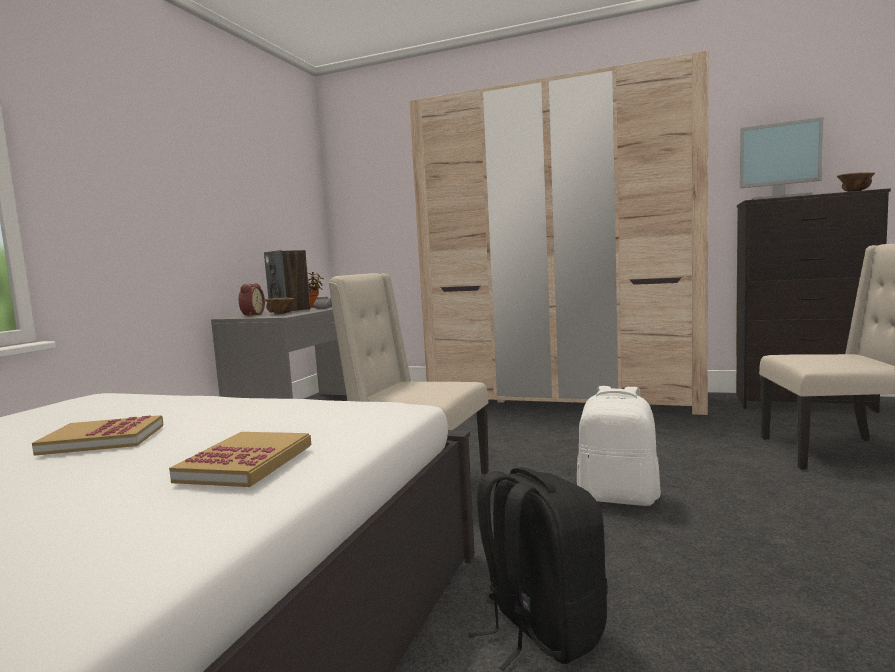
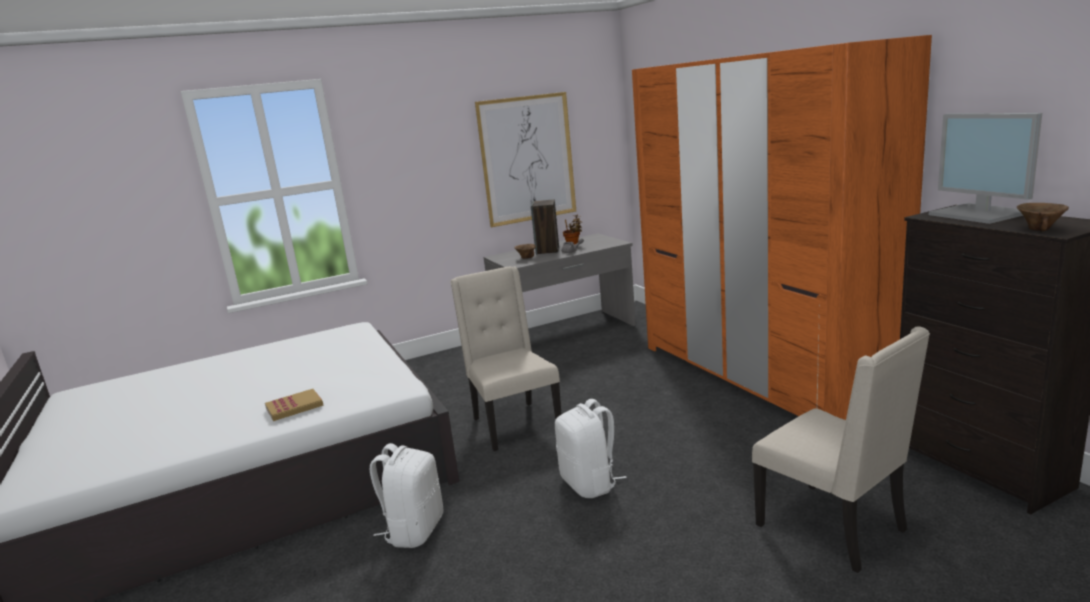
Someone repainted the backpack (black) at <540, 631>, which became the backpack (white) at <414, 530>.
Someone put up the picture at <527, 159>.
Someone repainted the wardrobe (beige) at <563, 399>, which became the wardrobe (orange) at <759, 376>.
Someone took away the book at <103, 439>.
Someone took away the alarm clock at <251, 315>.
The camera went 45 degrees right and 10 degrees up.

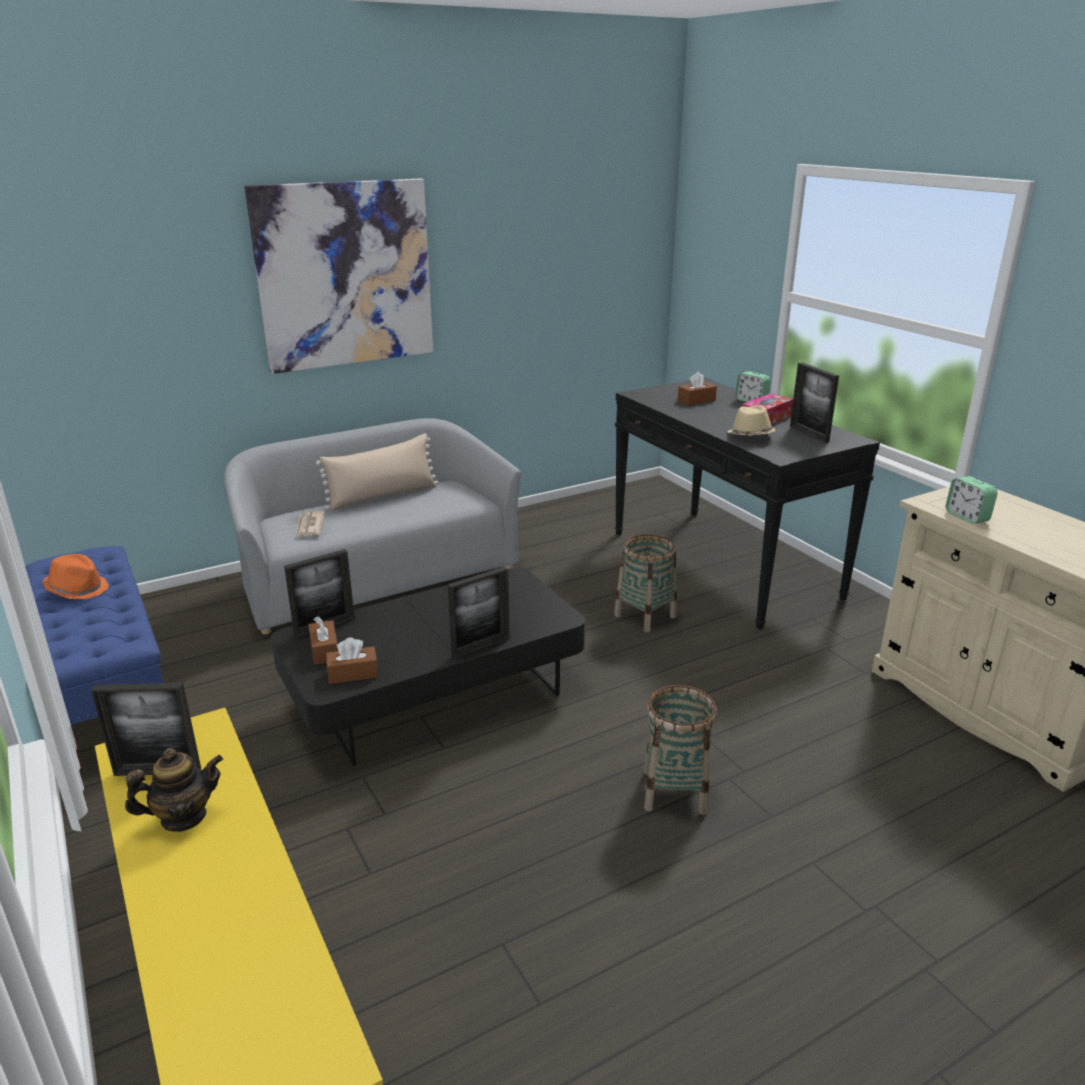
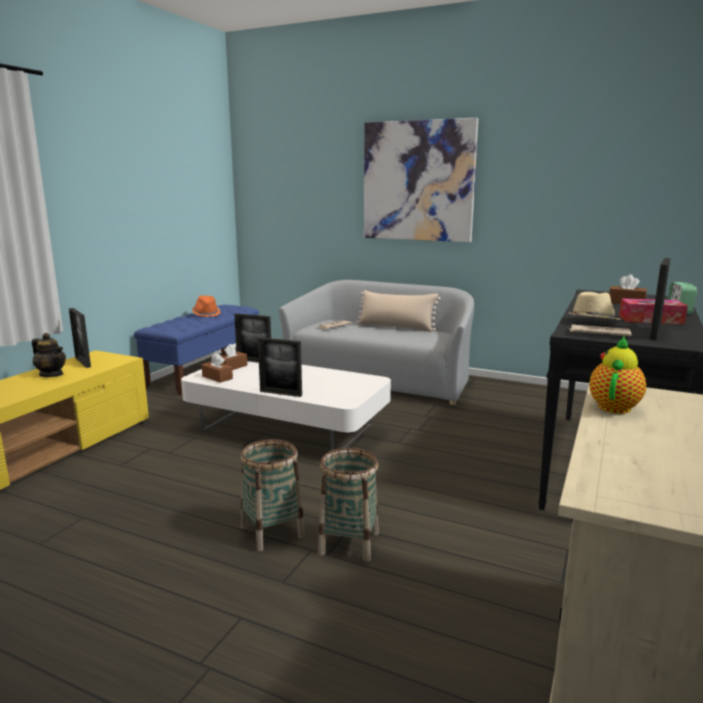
Someone repainted the coffee table (black) at <434, 694>, which became the coffee table (white) at <287, 429>.
Someone carried the basket from <645, 616> to <349, 543>.
Someone put down the newspaper at <598, 333>.
Someone swapped the alarm clock at <967, 517> for the teapot at <615, 406>.
The camera went 55 degrees right and 10 degrees down.

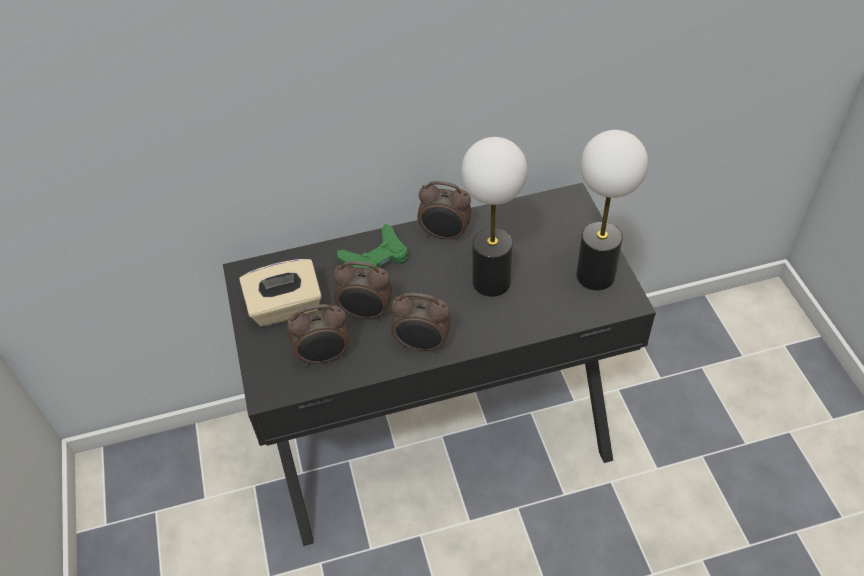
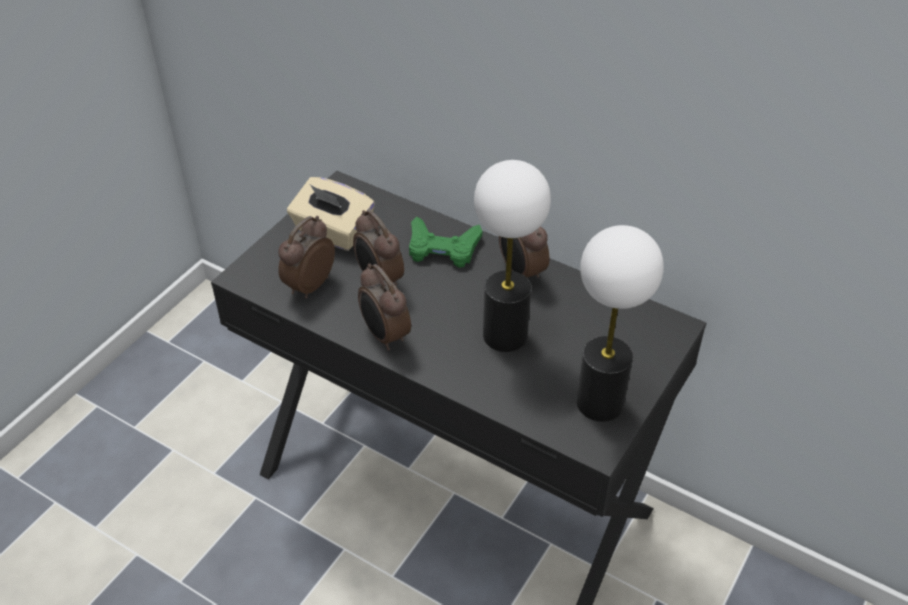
Someone rotated the alarm clock at <324, 357> by 90 degrees clockwise.
The camera went 45 degrees right and 5 degrees down.

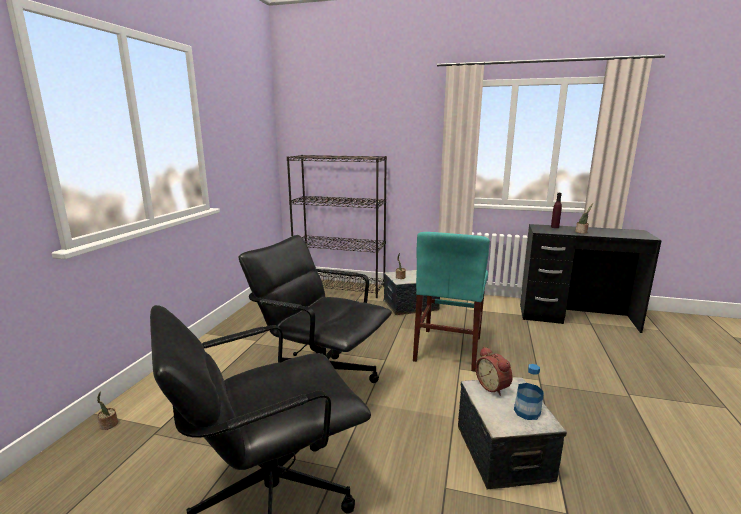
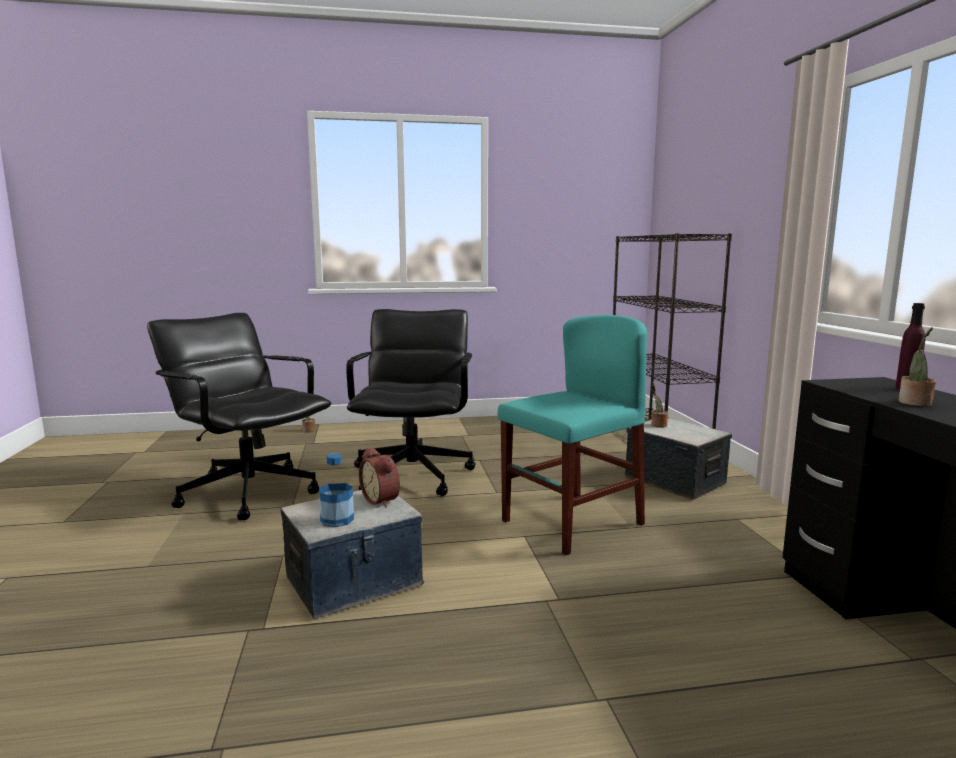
Someone rotated the alarm clock at <493, 387> by 75 degrees counterclockwise.
Someone rotated the chair (turquoise) at <448, 349> by 150 degrees clockwise.
The camera went 65 degrees right and 5 degrees down.

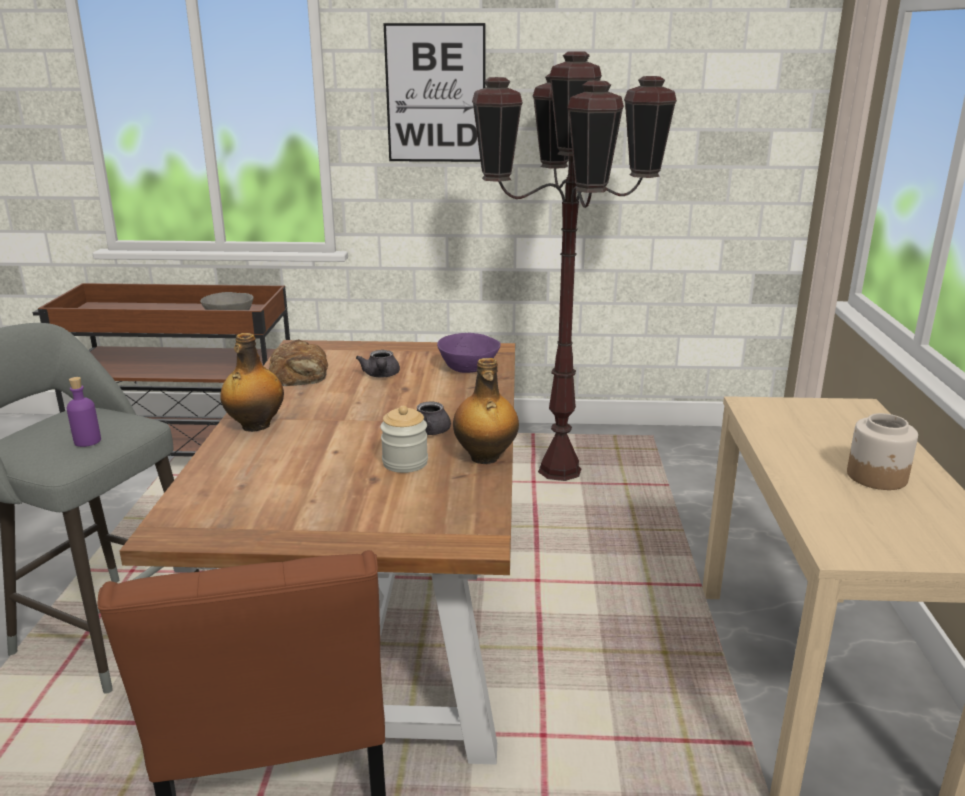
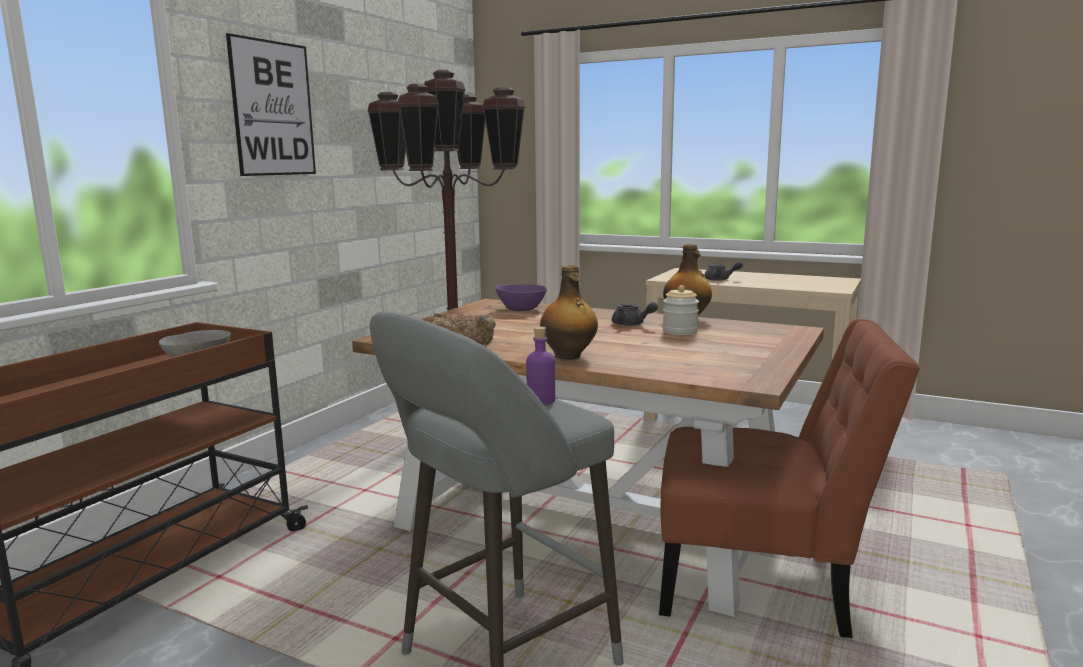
Someone carried the teapot (grey) from <381, 375> to <720, 280>.
Someone took away the jar at <877, 477>.
The camera went 65 degrees left and 10 degrees down.

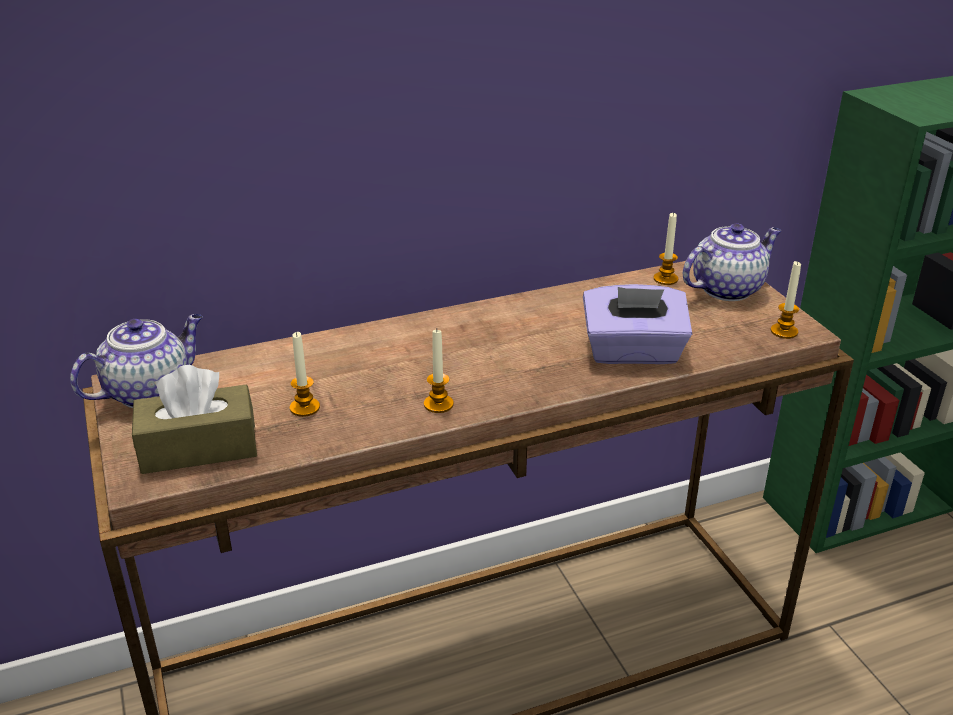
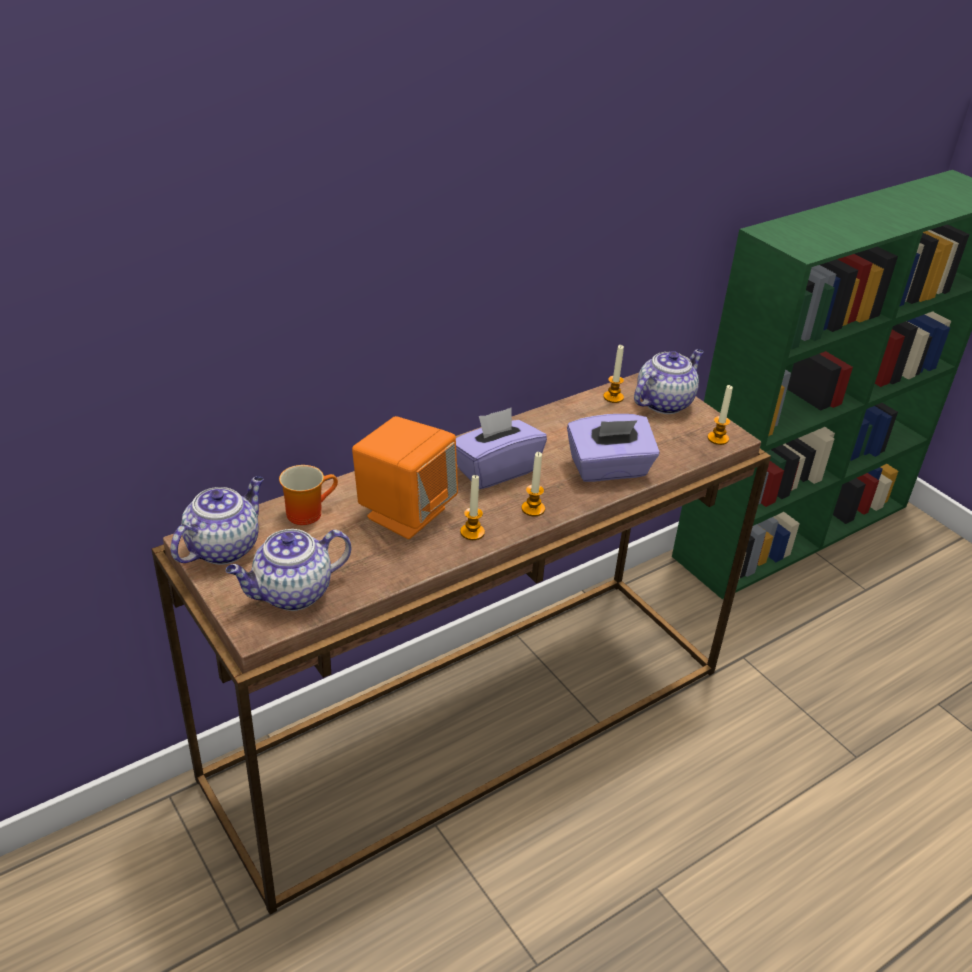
Someone swapped the tissue box (brown) at <198, 448> for the teapot at <292, 594>.
Someone put down the mug at <307, 511>.
Someone put down the speaker (orange) at <405, 512>.
Someone put down the tissue box (purple) at <495, 470>.
Someone carried the candle from <304, 408> to <533, 509>.
The camera went 15 degrees left and 5 degrees up.

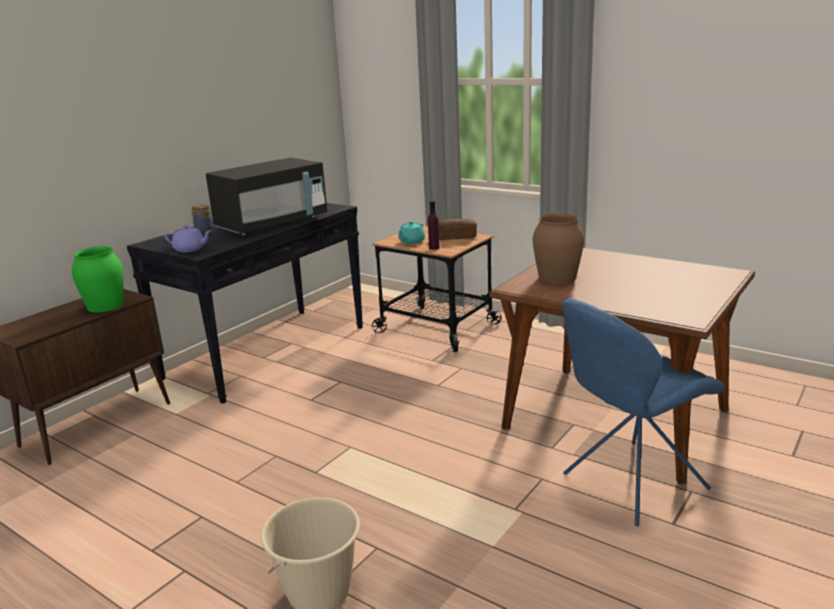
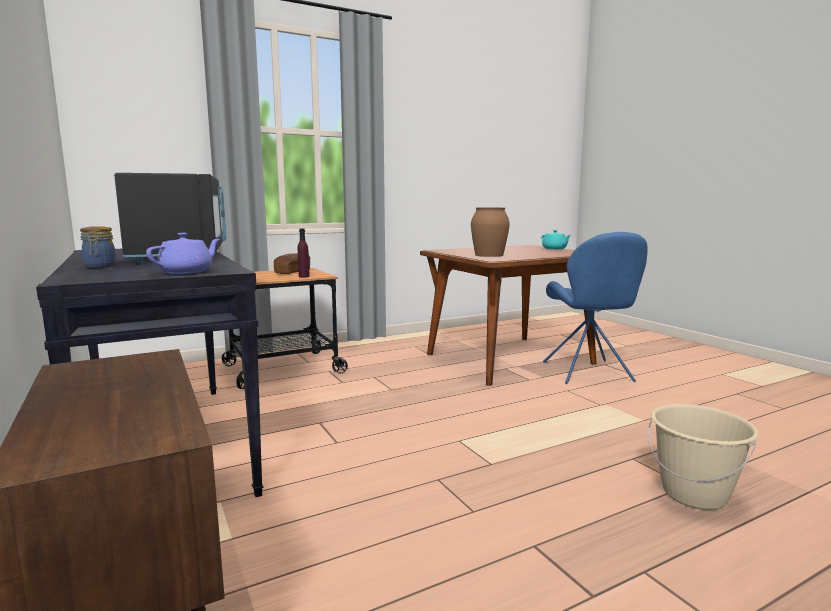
Someone carried the teapot (turquoise) from <411, 241> to <555, 249>.
Someone took away the vase (green) at <106, 305>.
The camera went 65 degrees left and 10 degrees down.

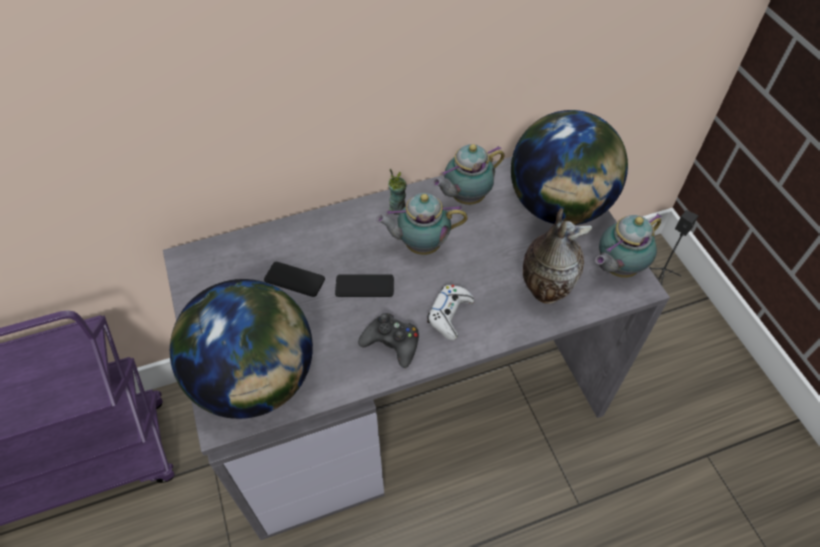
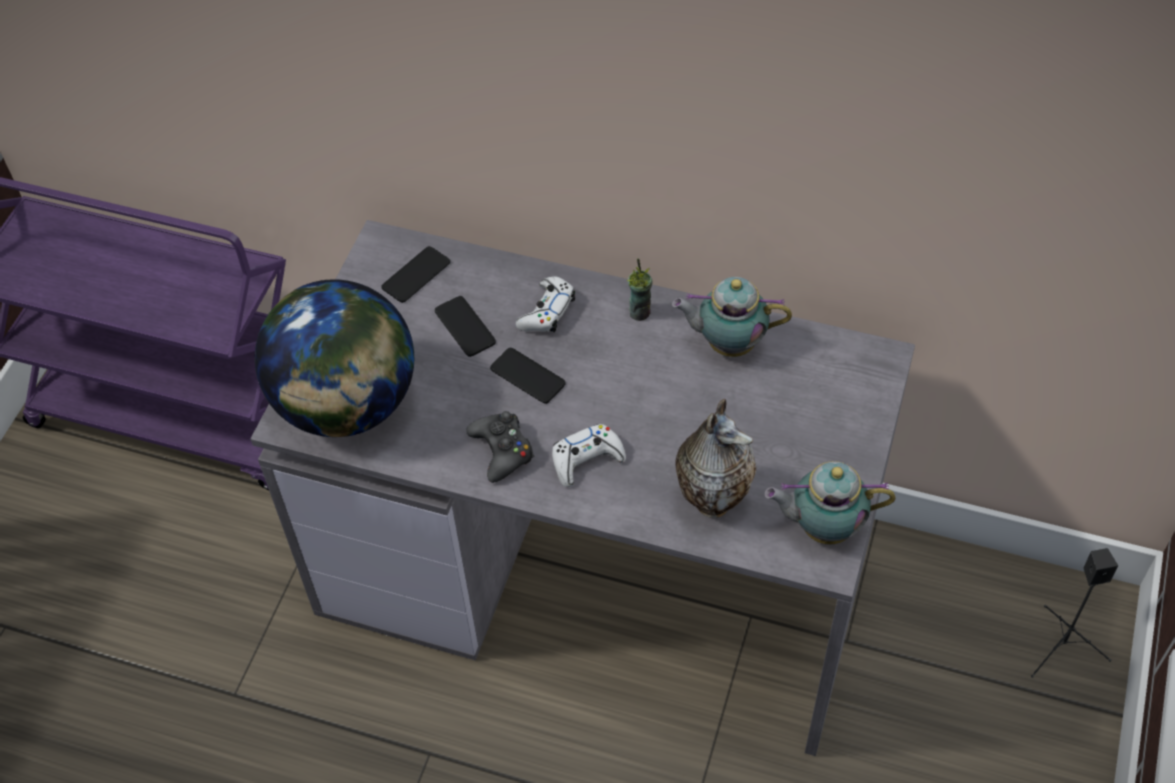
Someone put down the phone at <416, 275>.
Someone put down the game controller (white) at <547, 311>.
Someone took away the teapot at <420, 245>.
Someone took away the globe at <558, 206>.
The camera went 40 degrees right and 0 degrees up.

